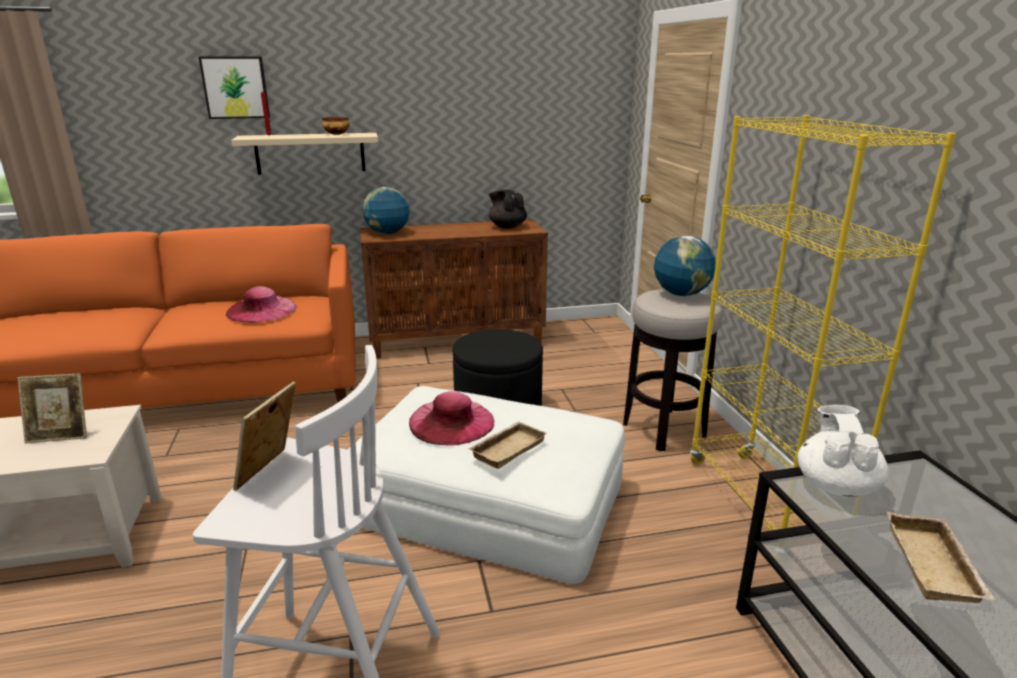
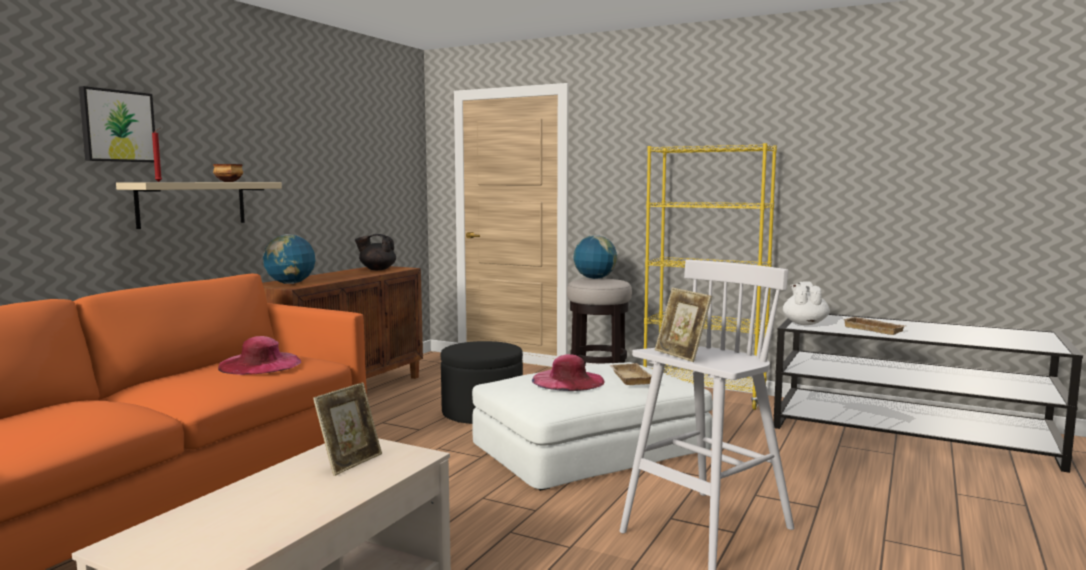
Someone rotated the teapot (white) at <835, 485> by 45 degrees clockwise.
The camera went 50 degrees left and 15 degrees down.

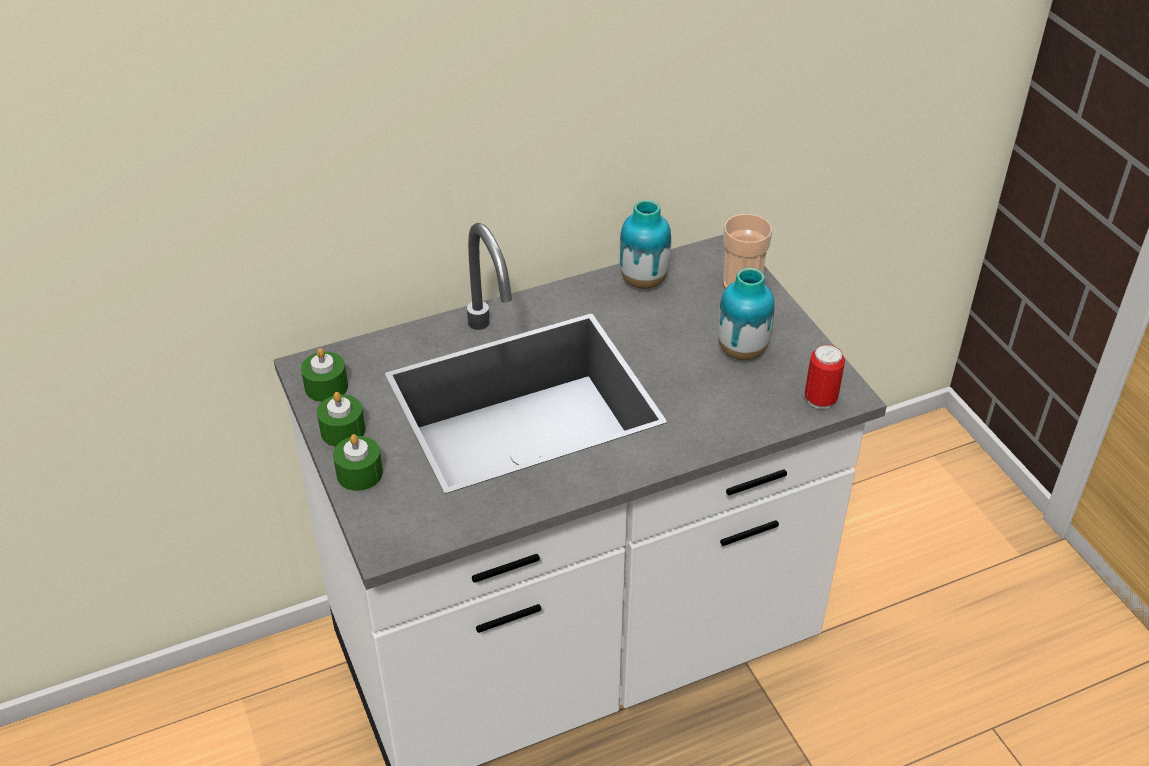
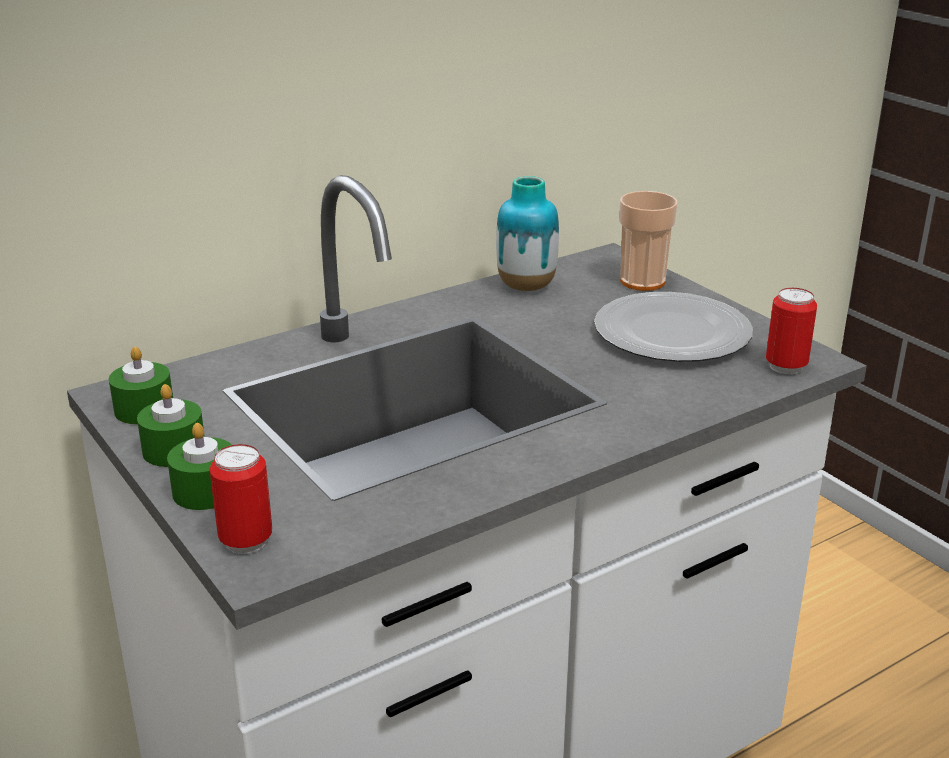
Someone put down the can at <246, 541>.
Someone swapped the vase at <742, 351> for the plate at <670, 333>.
The camera went 10 degrees left and 15 degrees down.

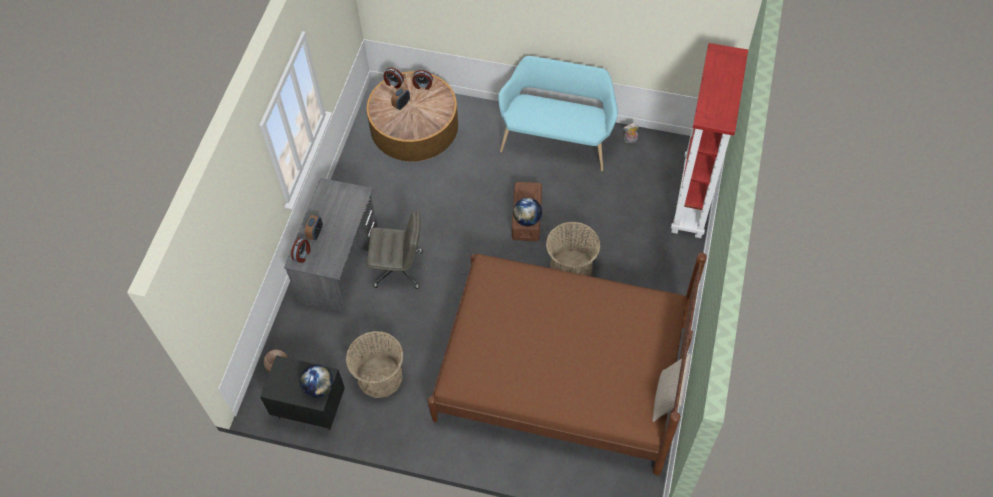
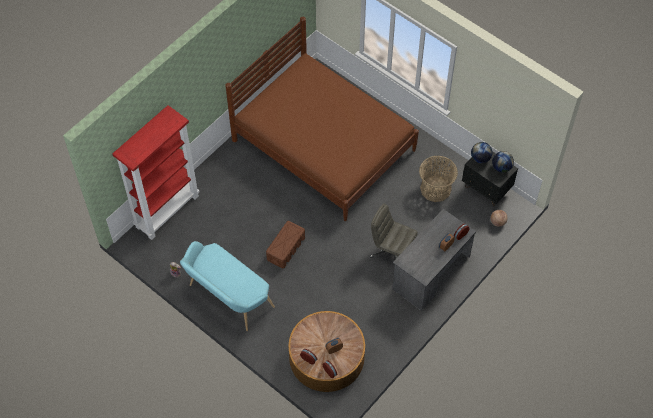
Someone carried the globe from <527, 219> to <501, 167>.
Someone took away the basket at <571, 267>.
Someone took away the pillow (beige) at <668, 398>.
The camera went 155 degrees left and 0 degrees up.

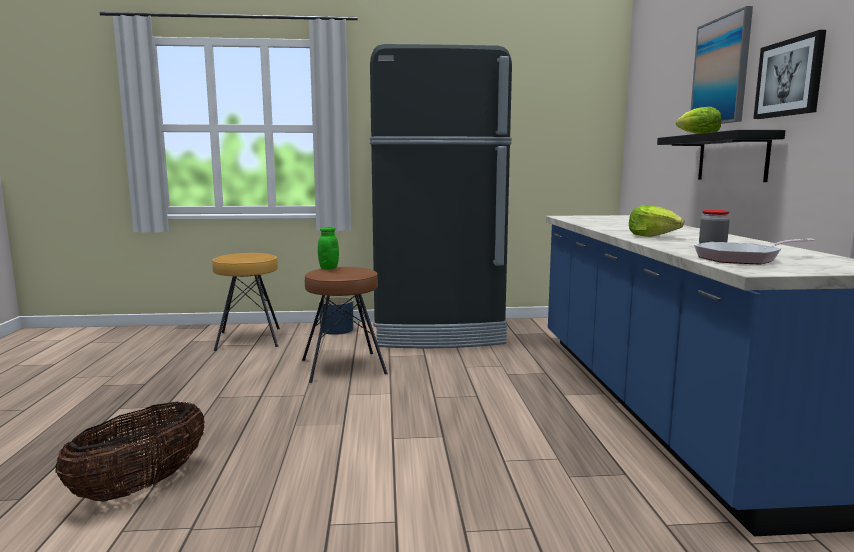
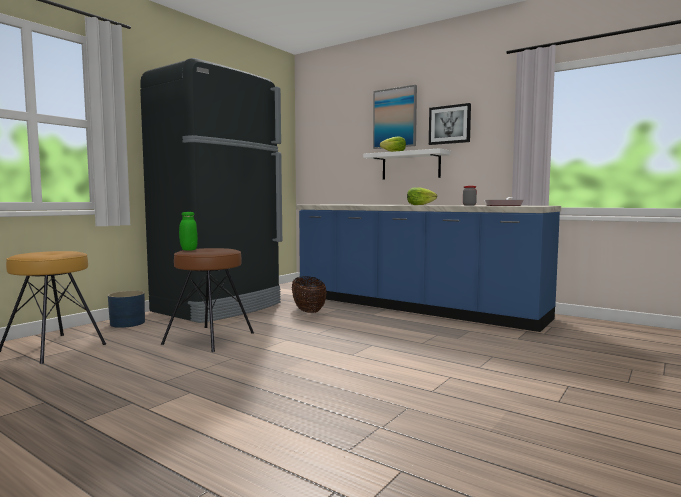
Someone carried the basket from <141, 486> to <308, 311>.
Someone repainted the shelf (black) at <732, 157>, which became the shelf (white) at <410, 165>.
The camera went 50 degrees left and 5 degrees down.

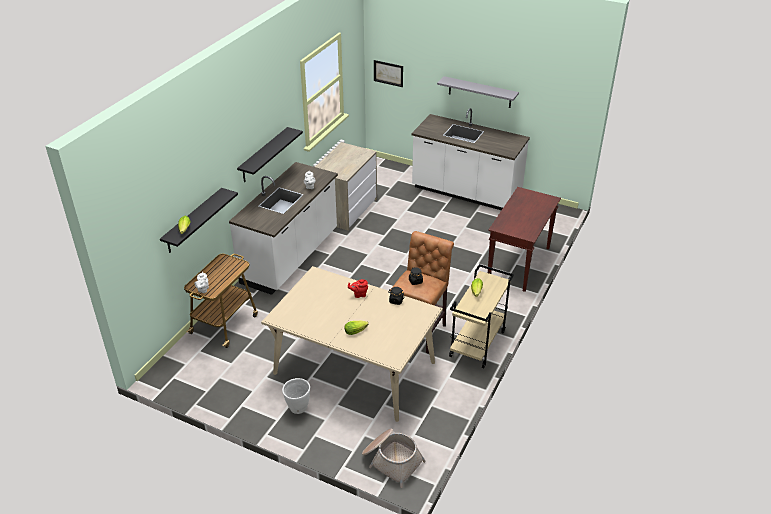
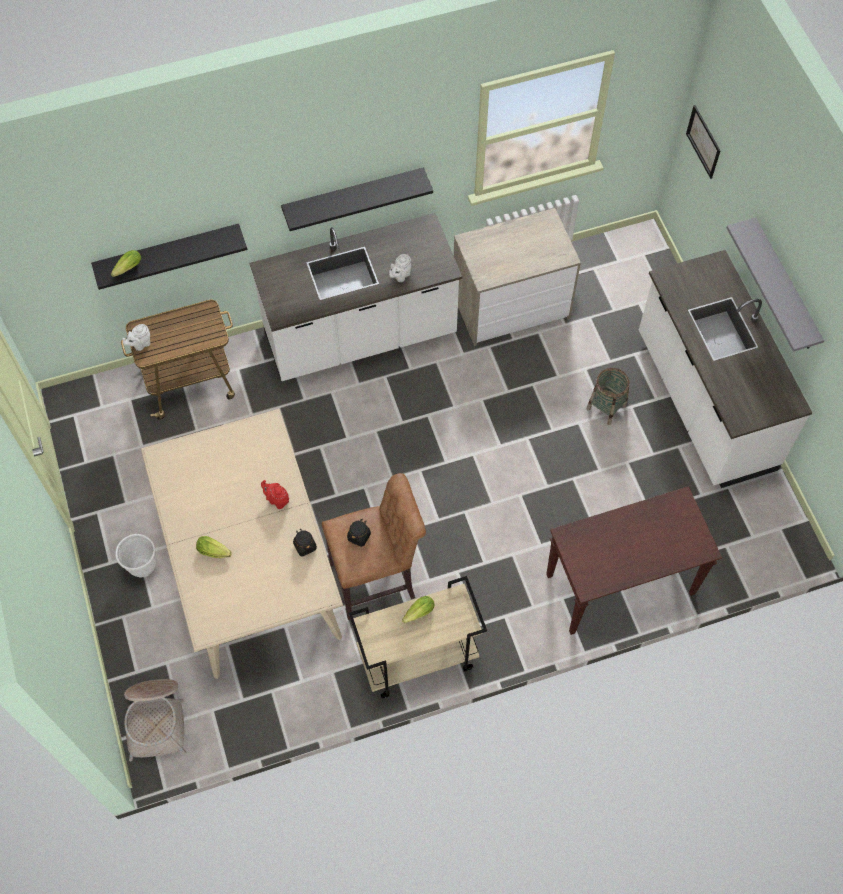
Someone put down the basket at <606, 407>.
The camera went 45 degrees right and 25 degrees up.

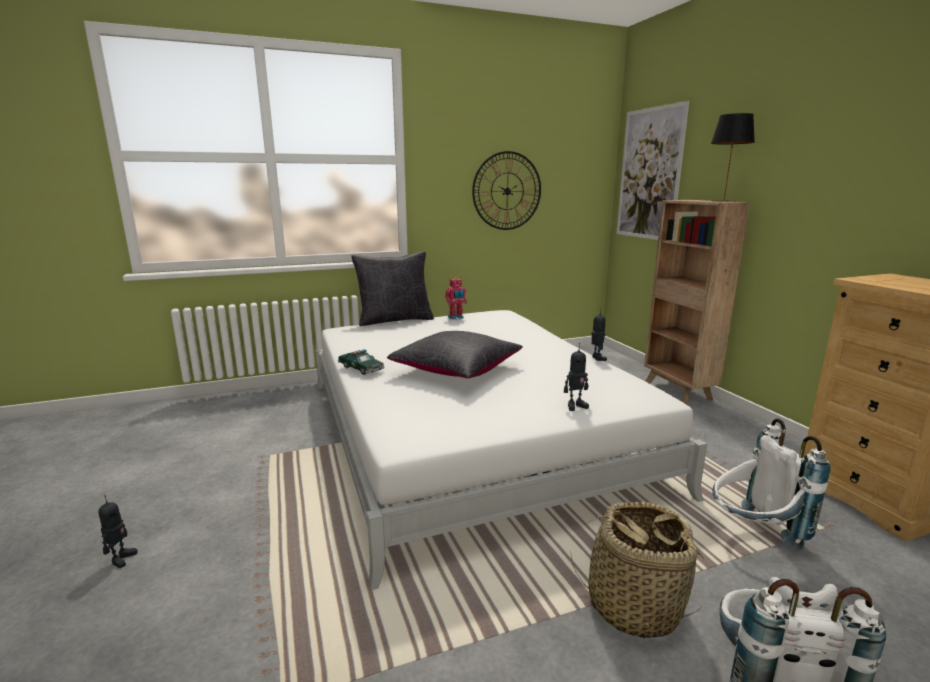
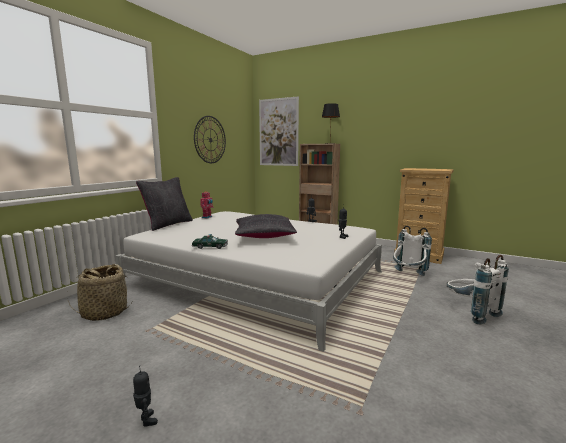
Someone carried the basket from <633, 605> to <104, 312>.
The camera went 40 degrees left and 5 degrees down.

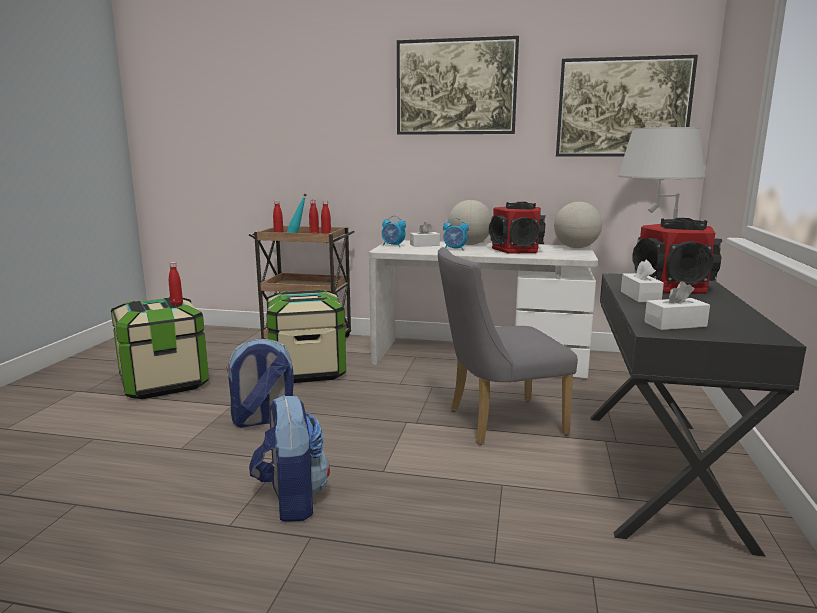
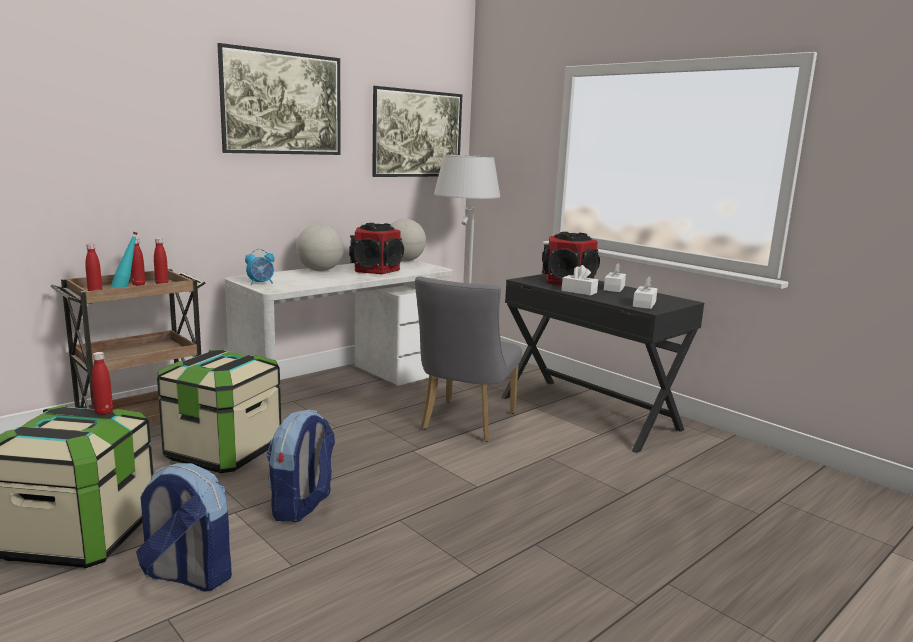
Someone carried the backpack from <291, 500> to <187, 575>.
Someone carried the tissue box (white) from <424, 245> to <614, 288>.
Someone took away the alarm clock at <455, 249>.
The camera went 55 degrees left and 0 degrees up.

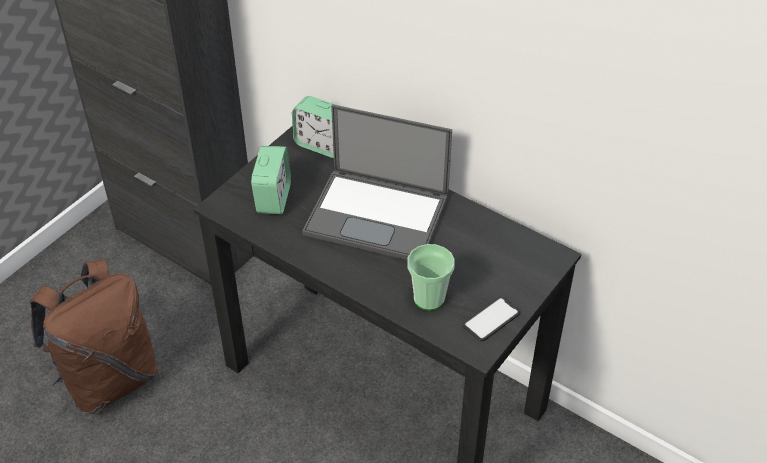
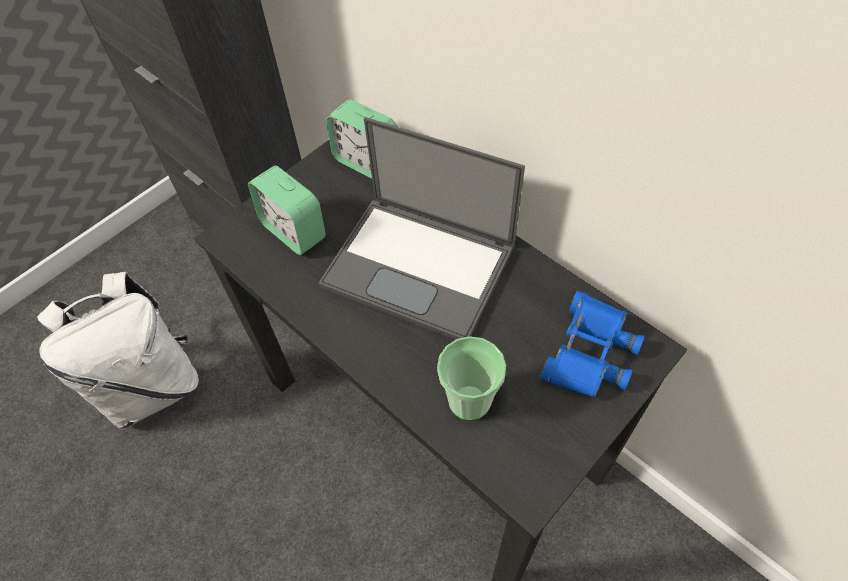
Someone repainted the backpack (brown) at <109, 379>, which became the backpack (white) at <152, 385>.
Someone rotated the alarm clock at <273, 198> by 120 degrees clockwise.
Someone put down the binoculars (blue) at <589, 352>.
Someone took away the phone at <491, 319>.
The camera went 10 degrees right and 10 degrees up.

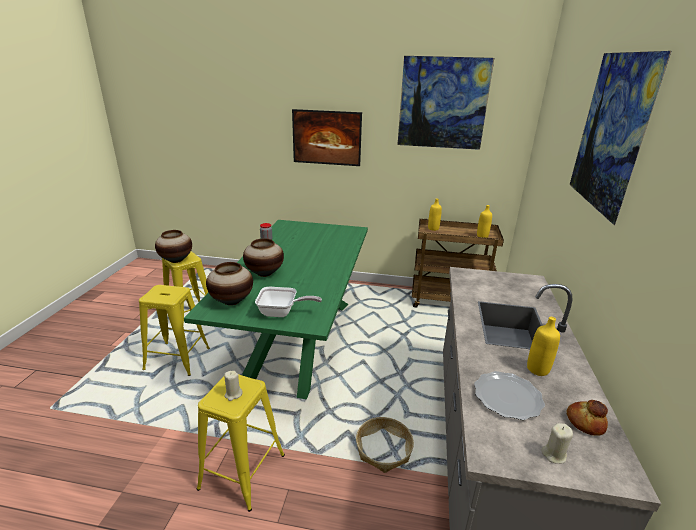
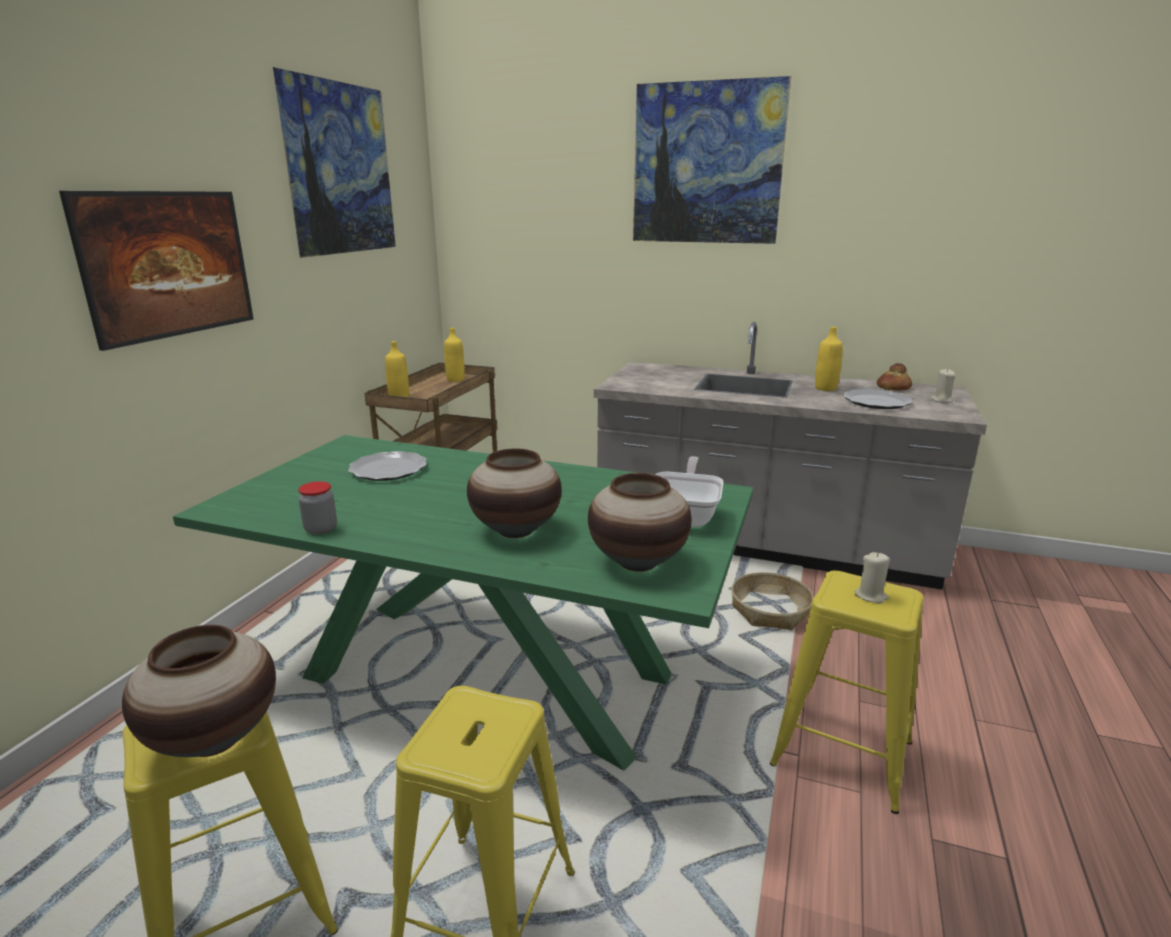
Someone put down the plate at <388, 469>.
The camera went 80 degrees left and 5 degrees down.

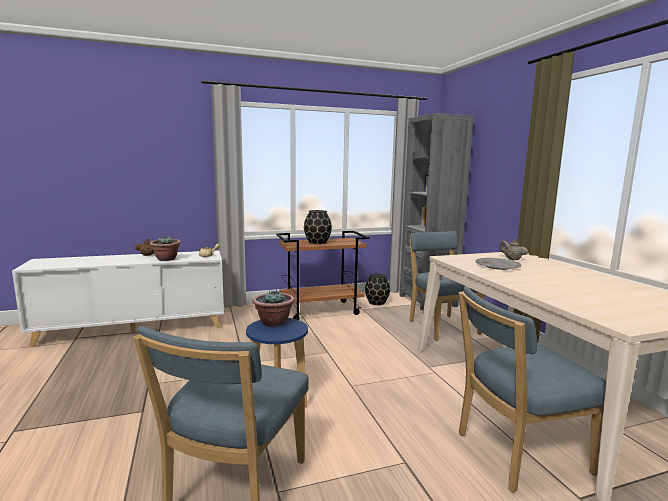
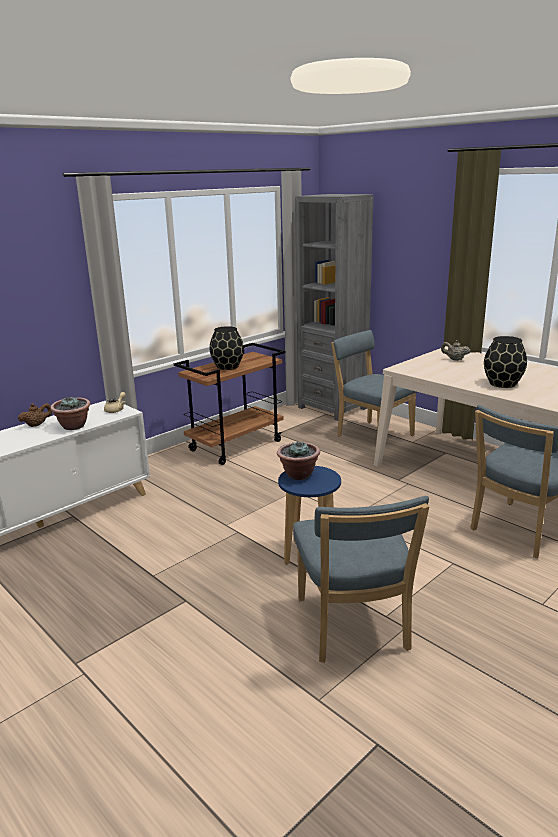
Someone carried the vase (black) from <377, 303> to <503, 384>.
Someone took away the plate (grey) at <497, 266>.
The camera went 25 degrees left and 10 degrees up.

